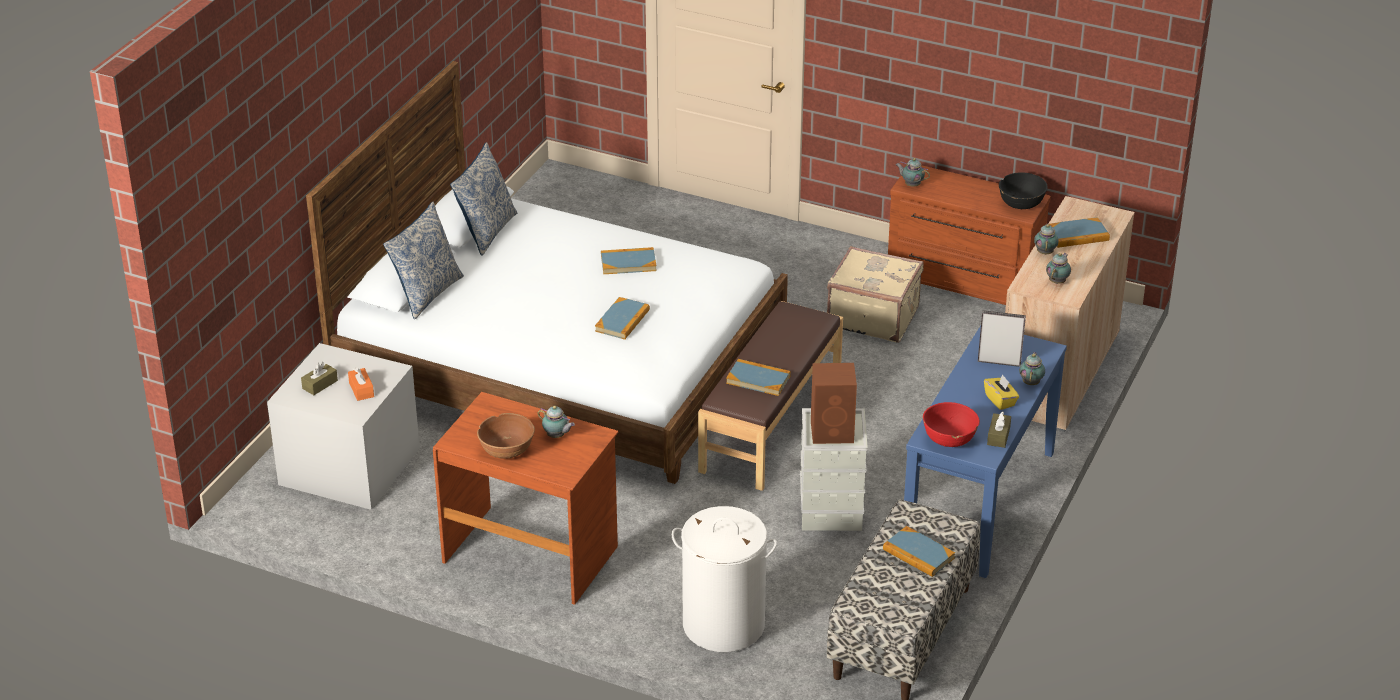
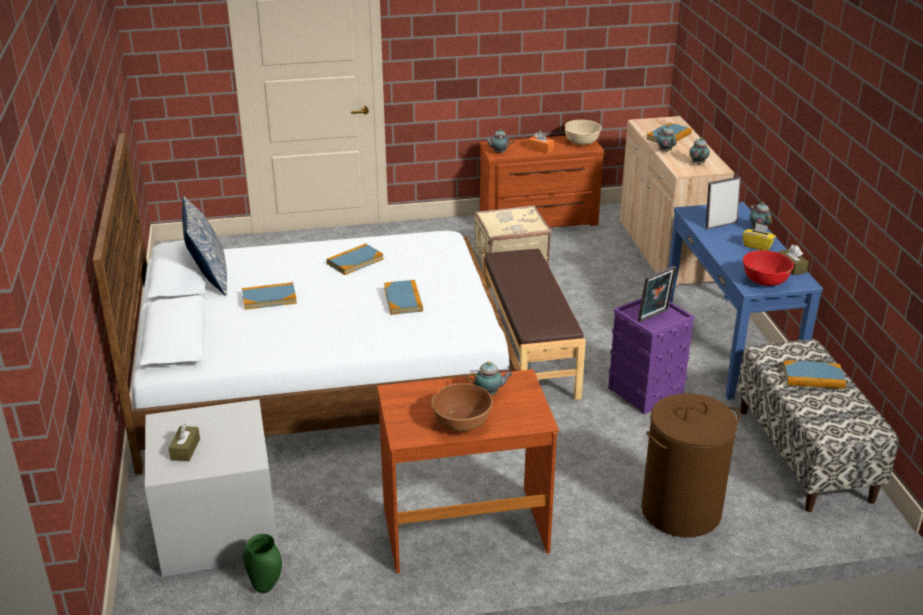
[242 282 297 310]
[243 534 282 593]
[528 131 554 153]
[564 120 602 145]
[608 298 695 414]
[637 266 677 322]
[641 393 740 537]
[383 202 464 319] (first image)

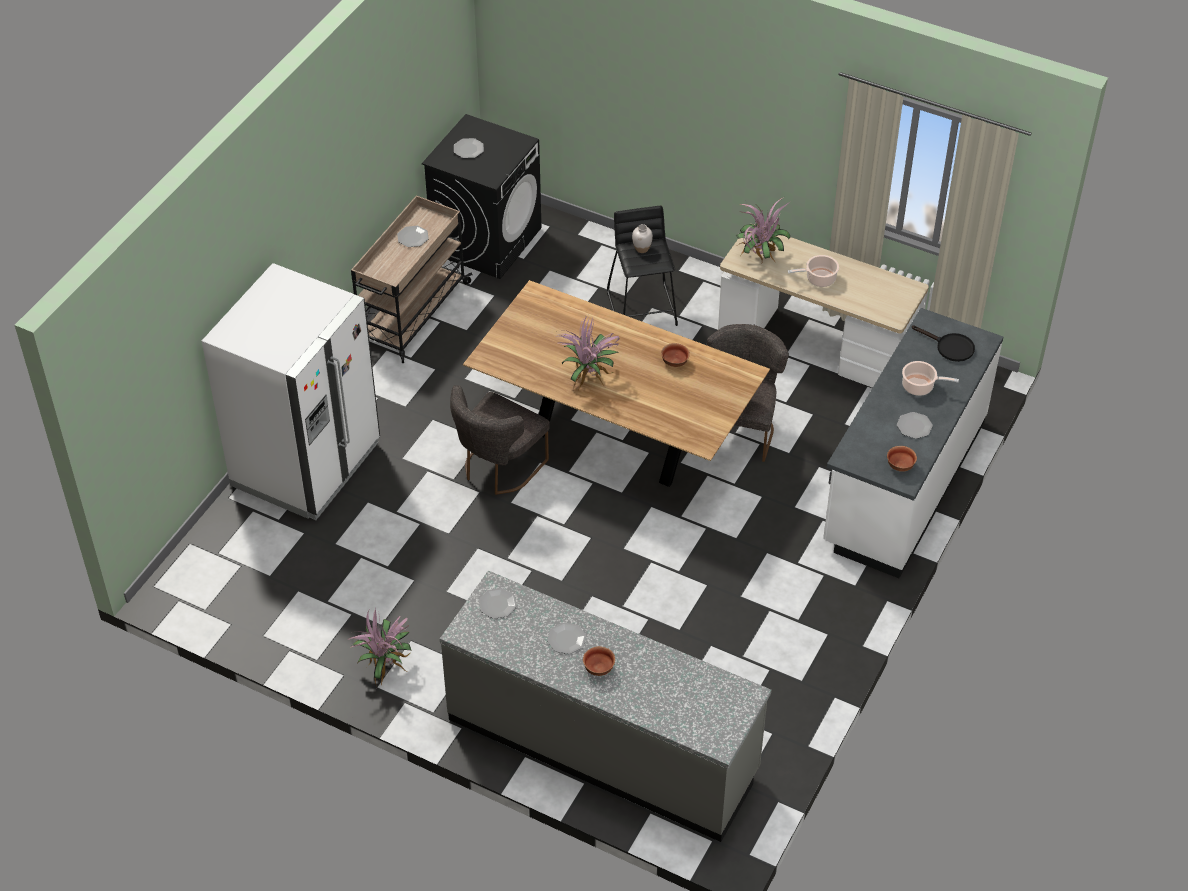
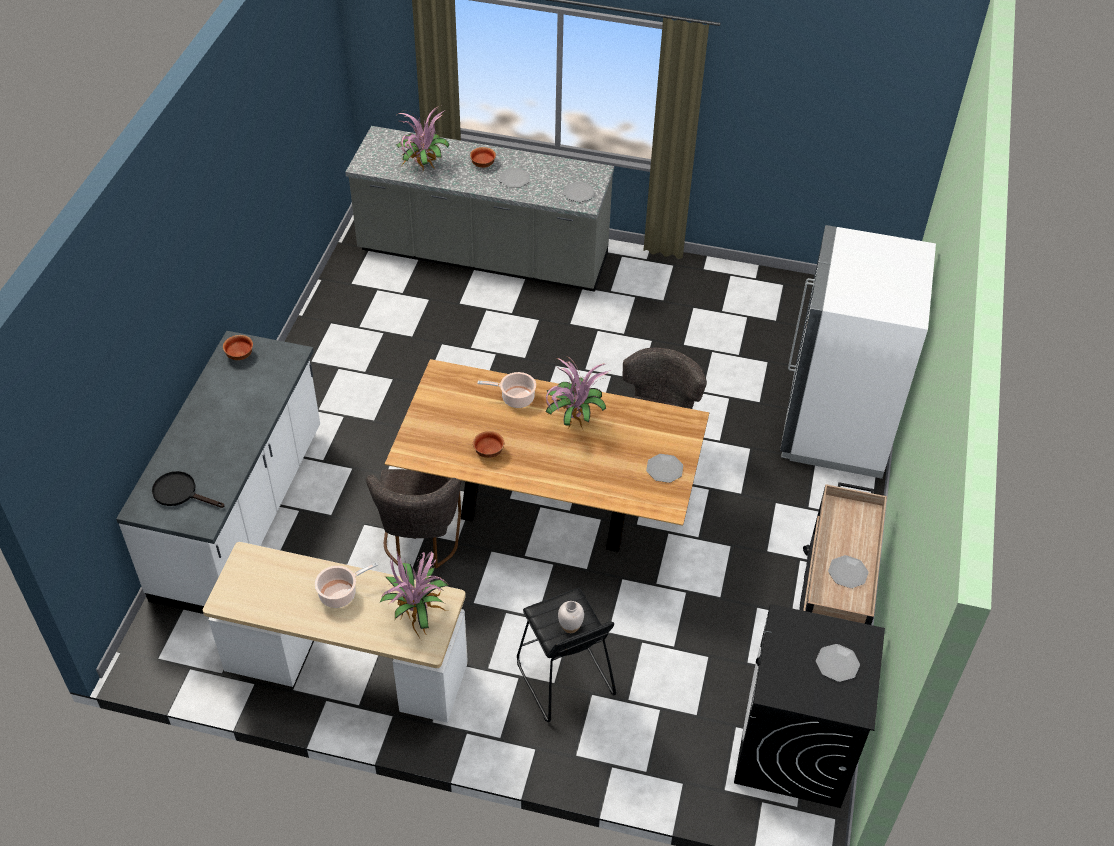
[396 107 450 170]
[478 372 536 408]
[646 454 683 483]

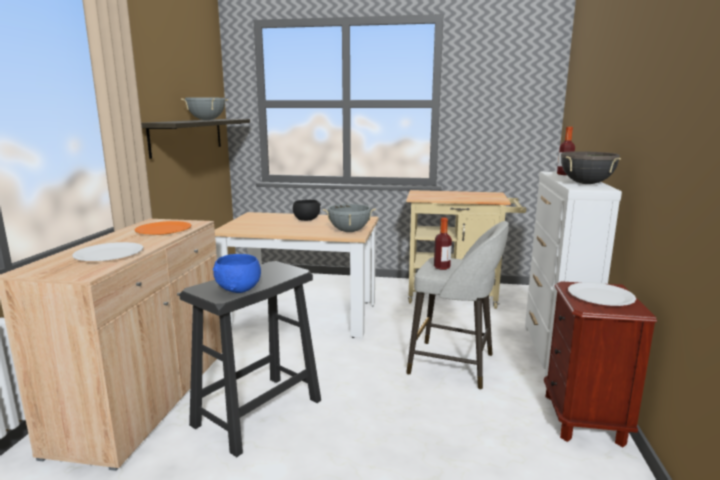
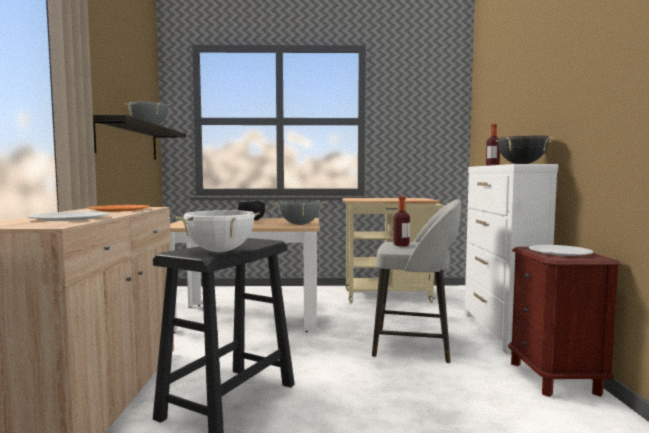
[175 210 260 252]

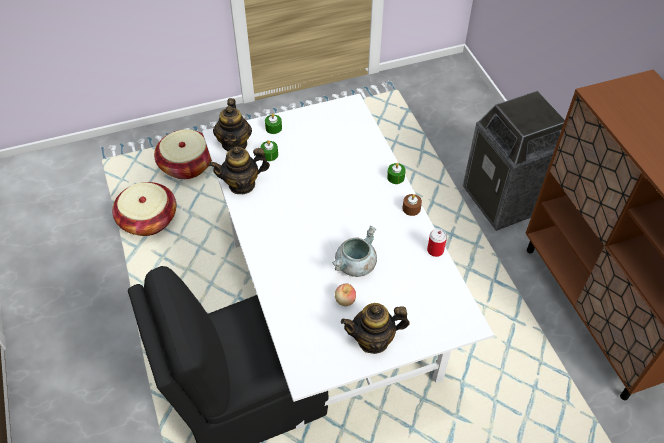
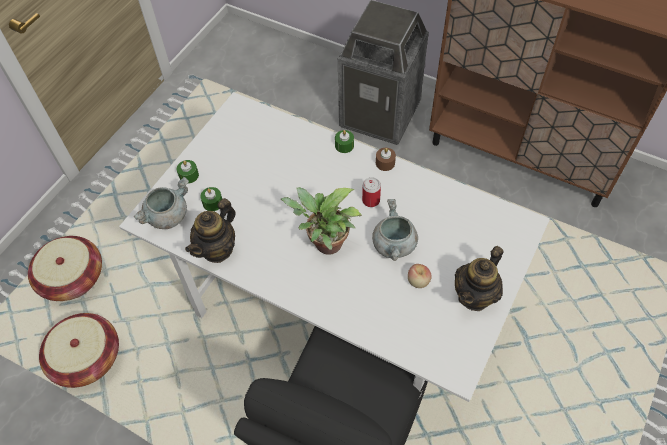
[134 177 189 229]
[281 187 362 255]
[362 177 381 207]

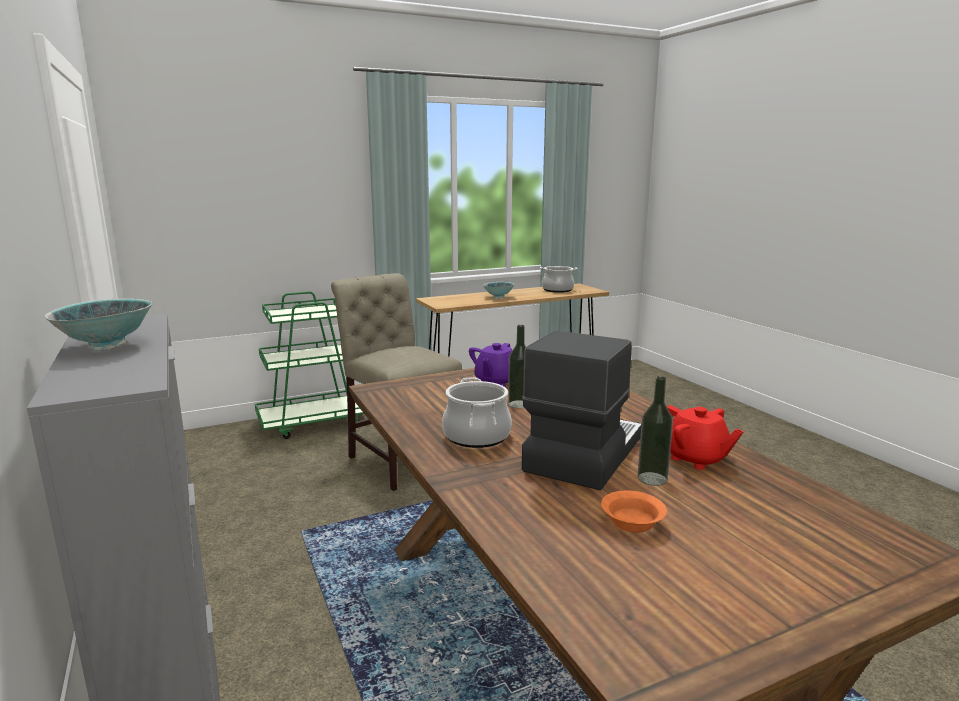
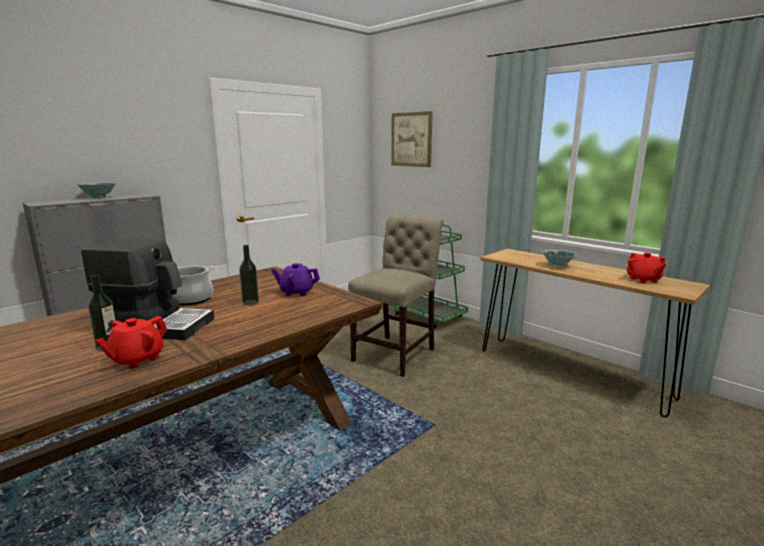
[391 111 433 167]
[627 253 666 283]
[601 491 667 533] (first image)

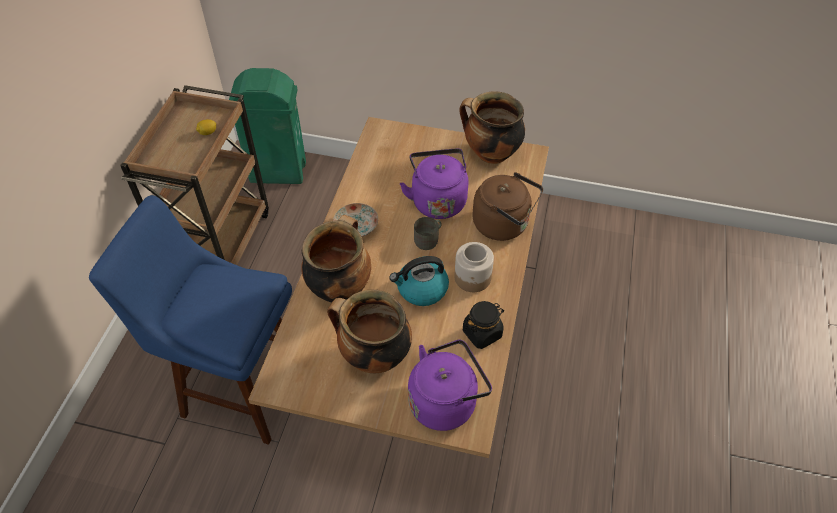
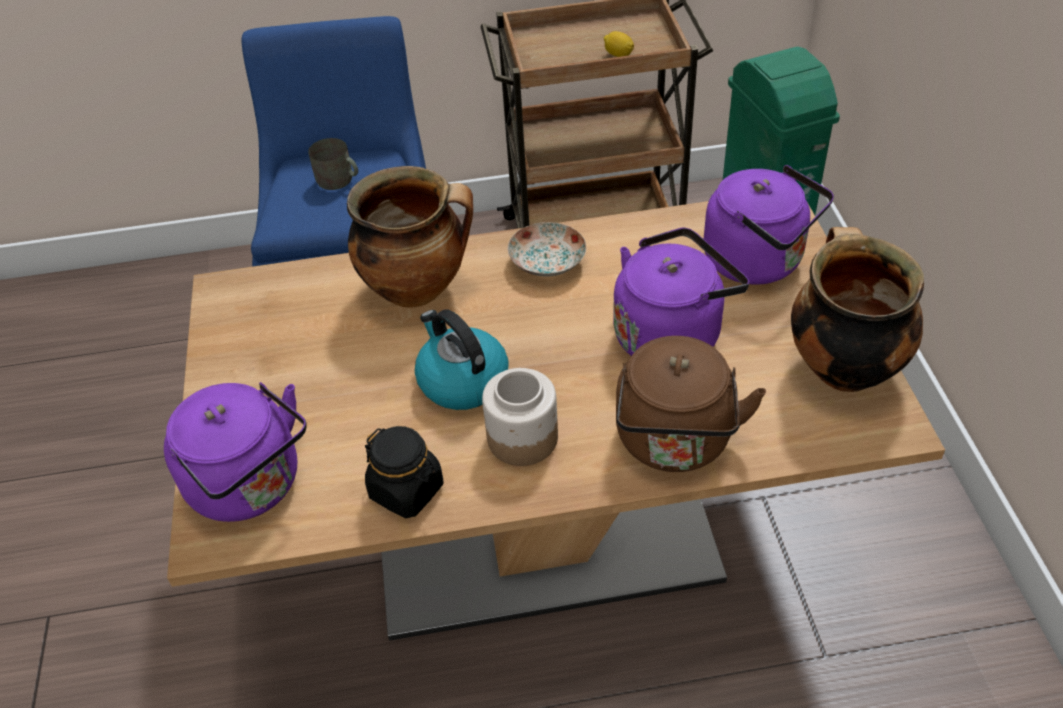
[308 138 358 190]
[704 165 834 285]
[327 290 412 373] (first image)

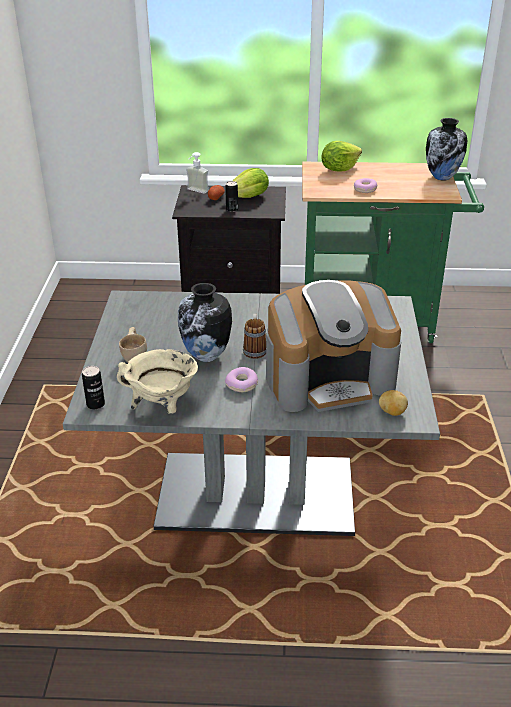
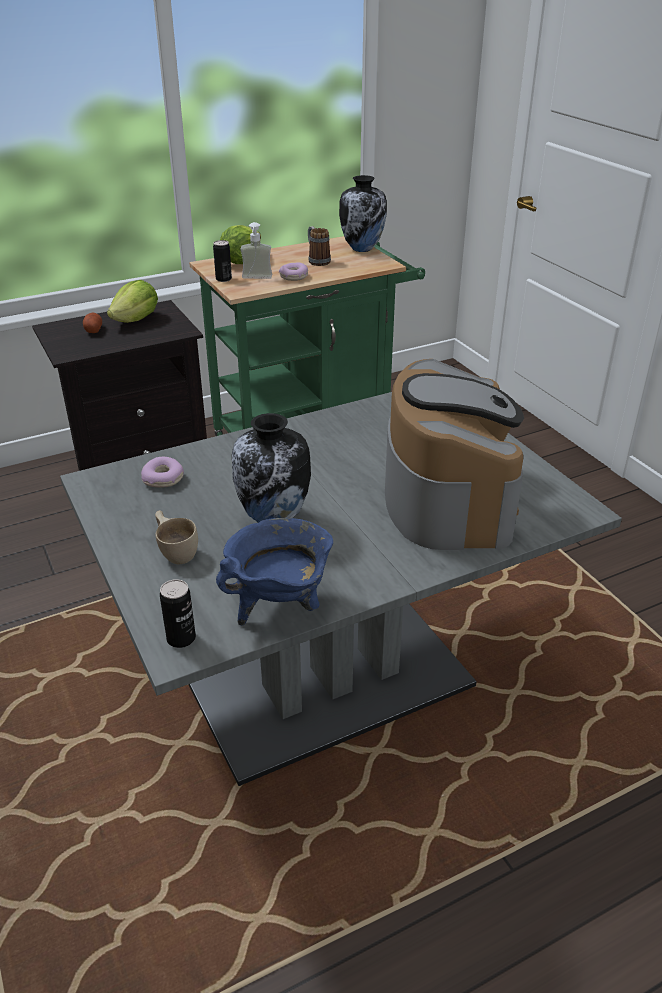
[141 457 184 488]
[213 240 232 282]
[216 518 333 626]
[240 222 272 279]
[308 226 331 266]
[385 359 524 550]
[379 390 408 416] (first image)

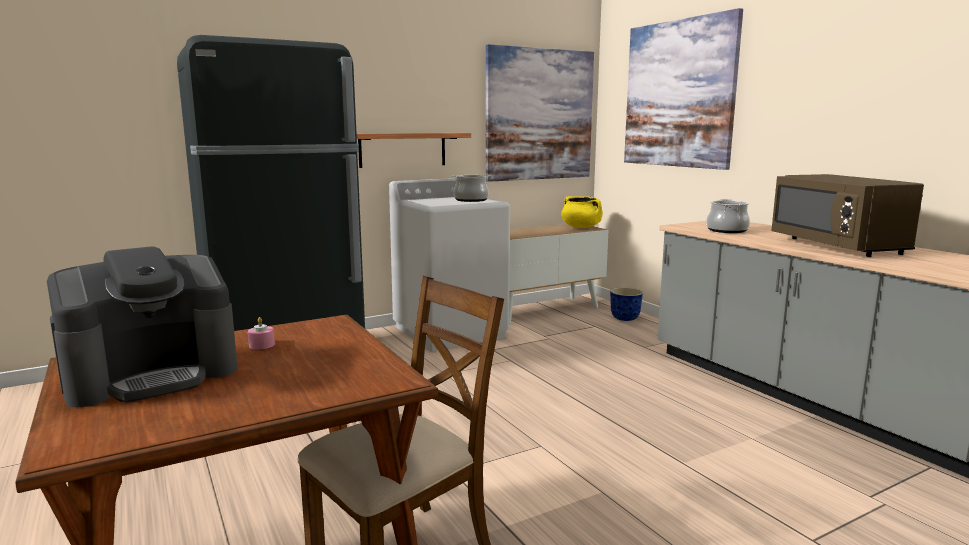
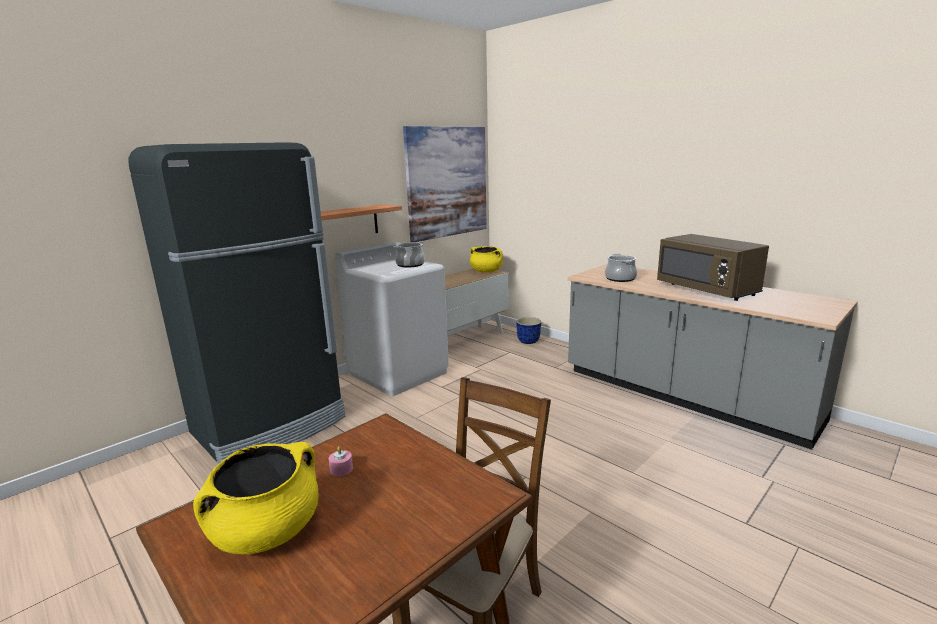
[193 442 319 555]
[624 8 743 170] (first image)

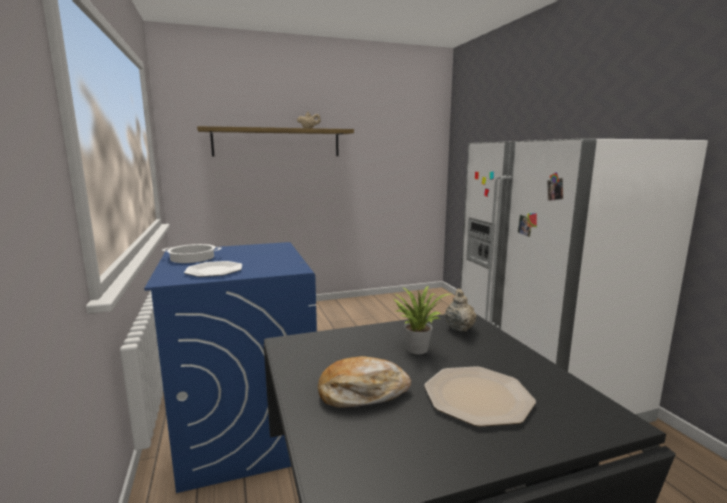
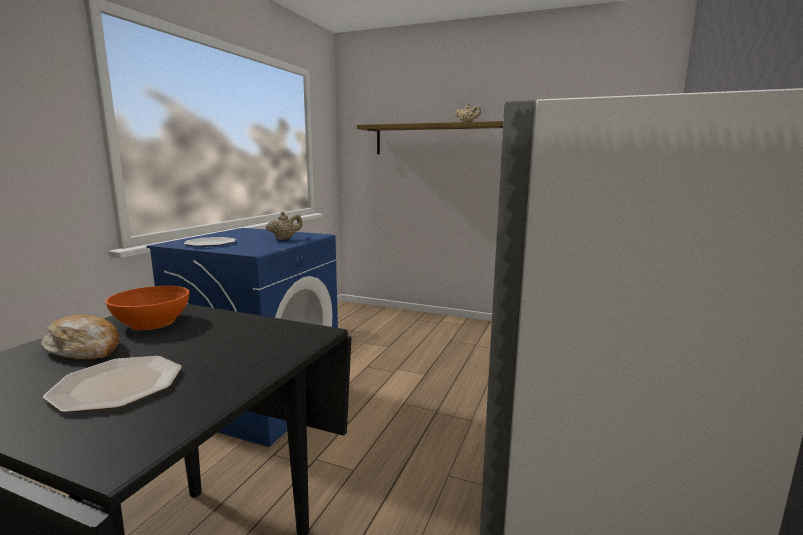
[105 286 189 330]
[266 211 303 240]
[162 244 222 263] (first image)
[393 286 450 354] (first image)

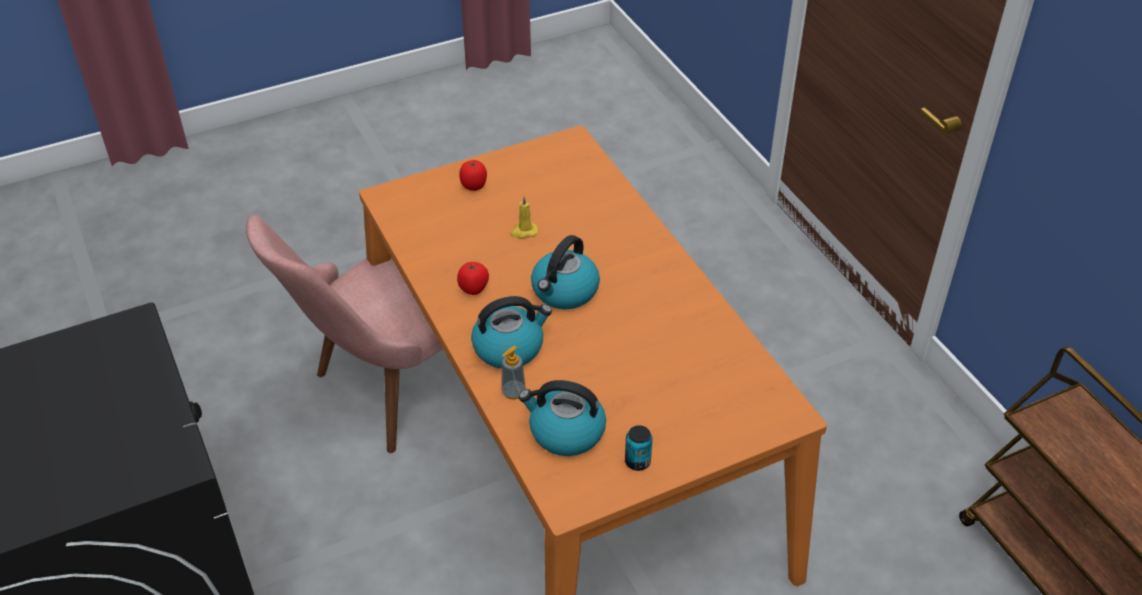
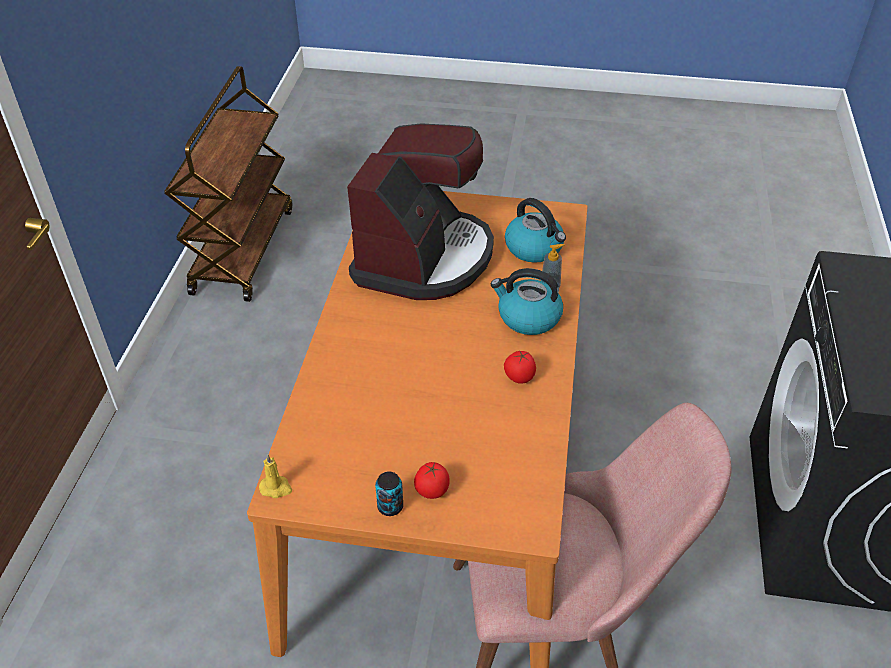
[259 454 292 498]
[347 123 494 300]
[375 471 403 516]
[531 235 600 309] (first image)

